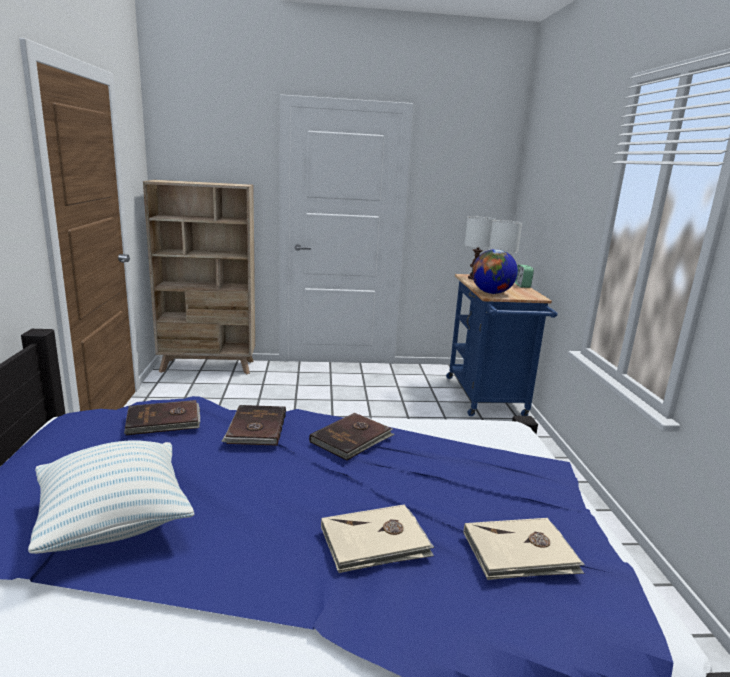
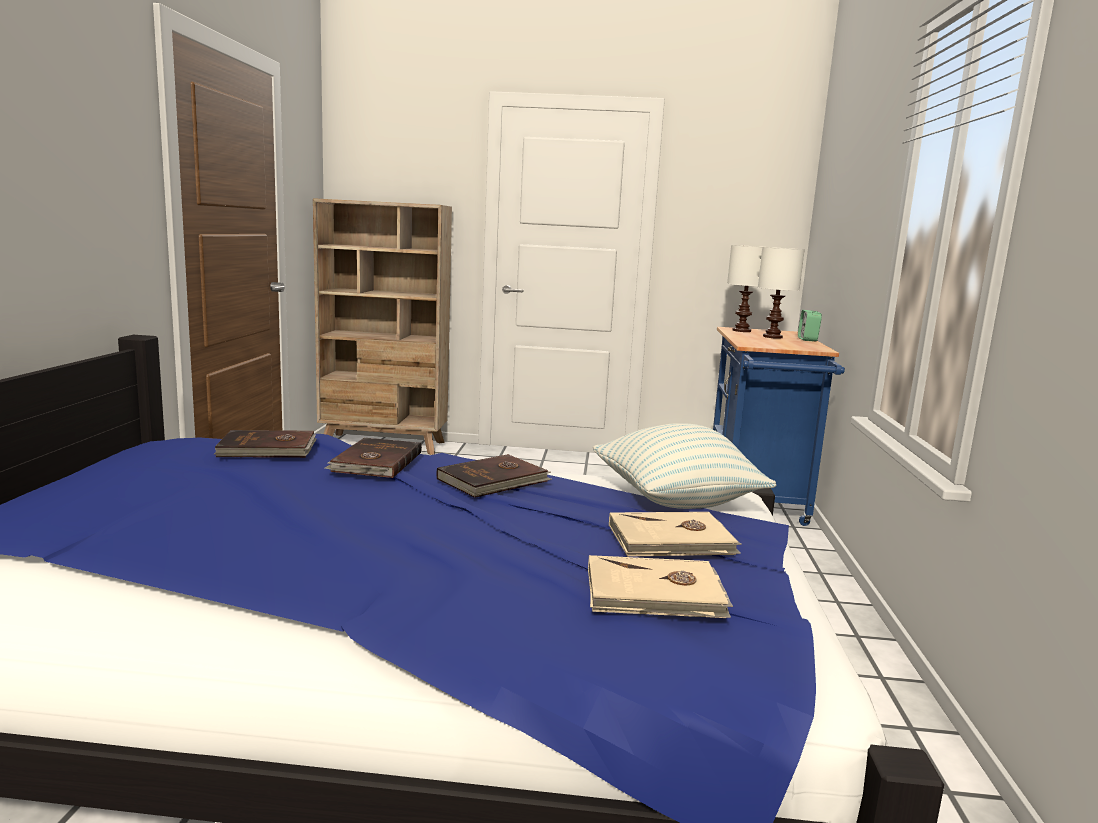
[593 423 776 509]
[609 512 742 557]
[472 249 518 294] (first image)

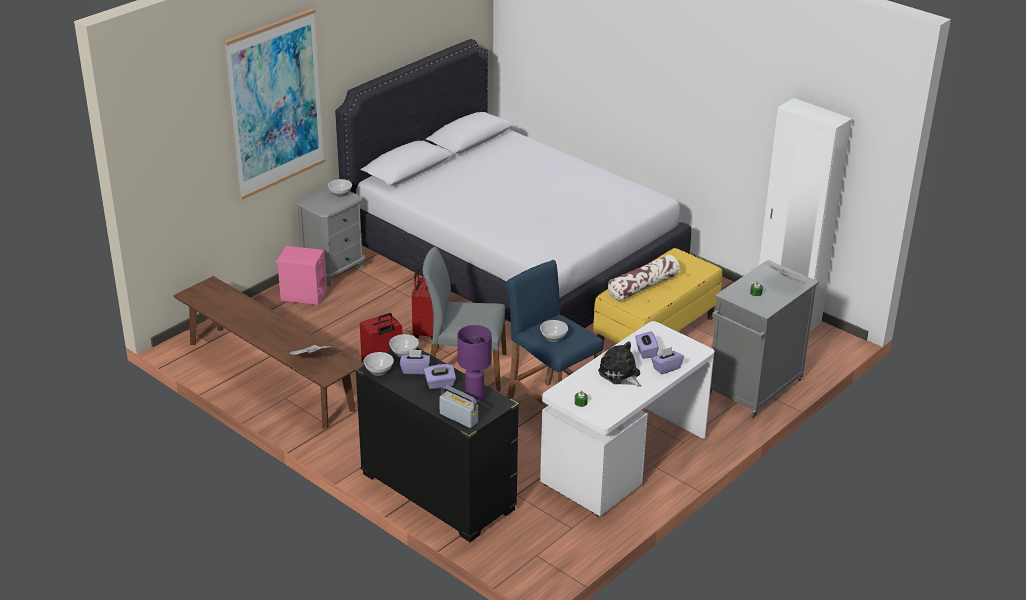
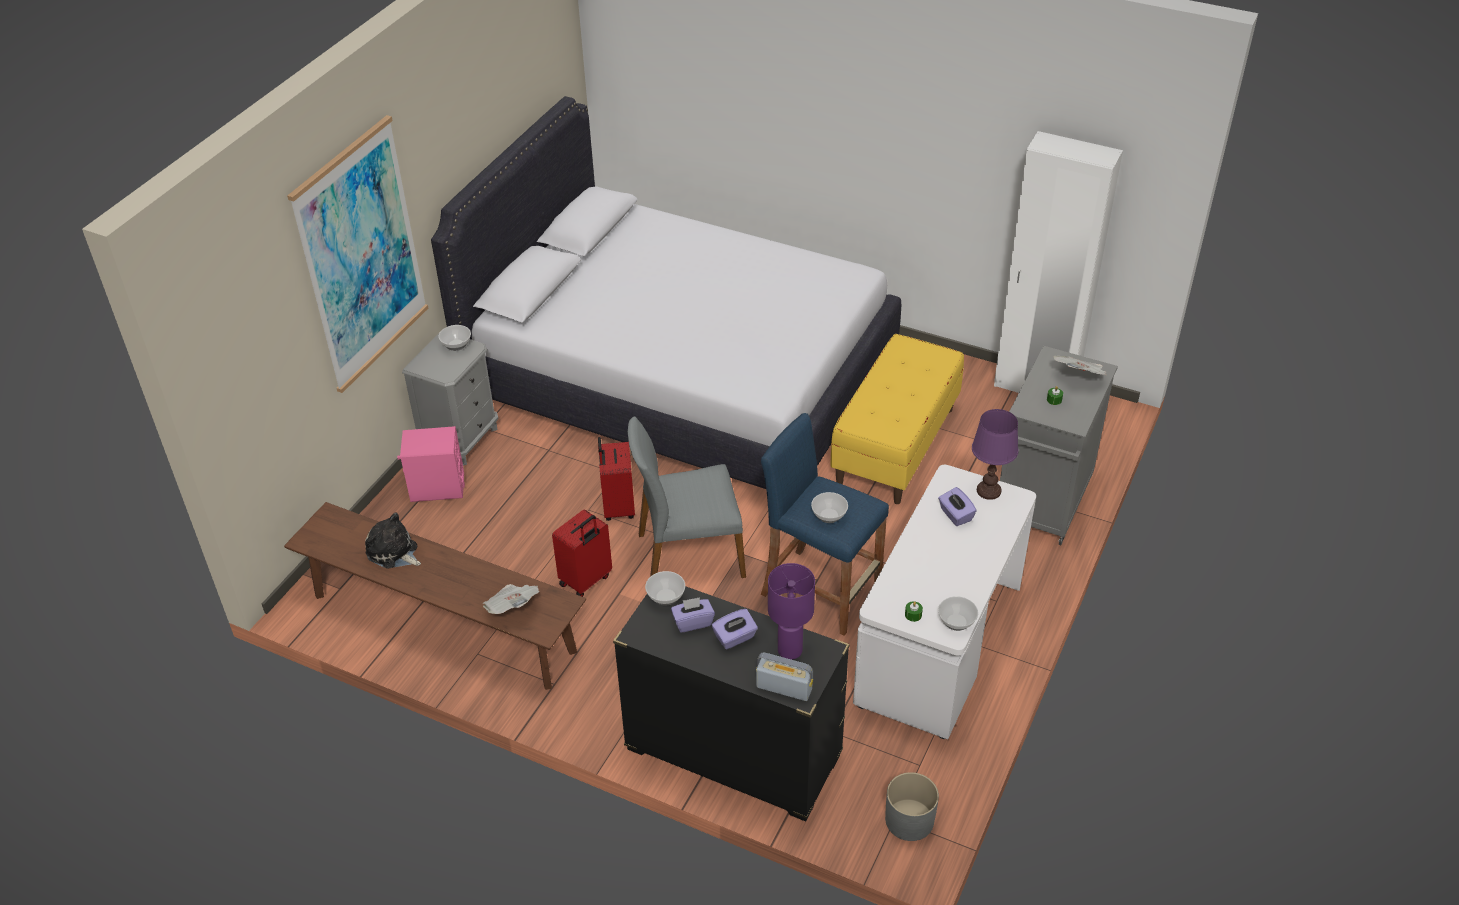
[365 512 421 569]
[885 772 939 841]
[938 596 978 631]
[972 409 1018 500]
[608 255 680 301] (first image)
[651 347 684 374] (first image)

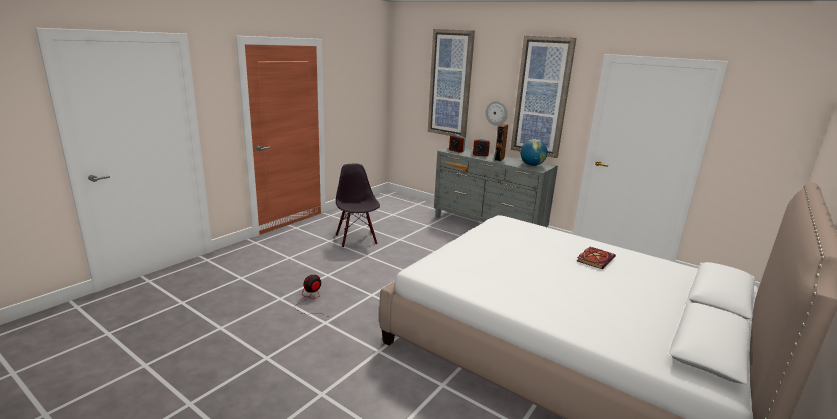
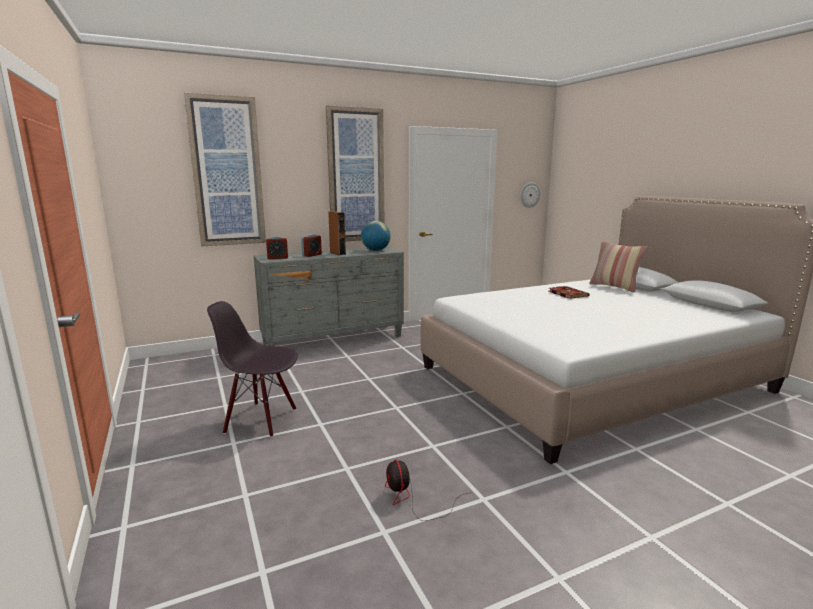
[520 183 540 208]
[590 241 647 292]

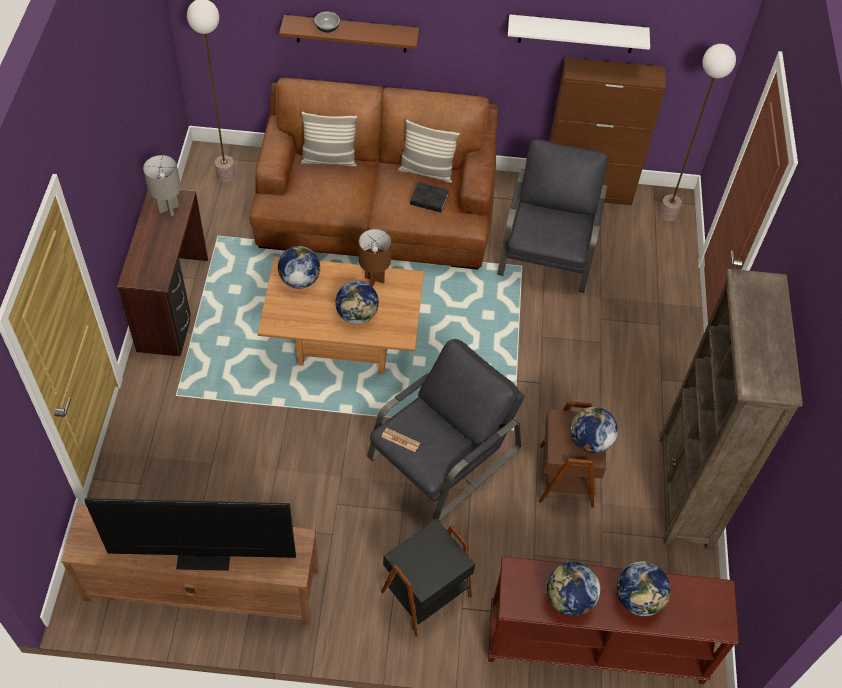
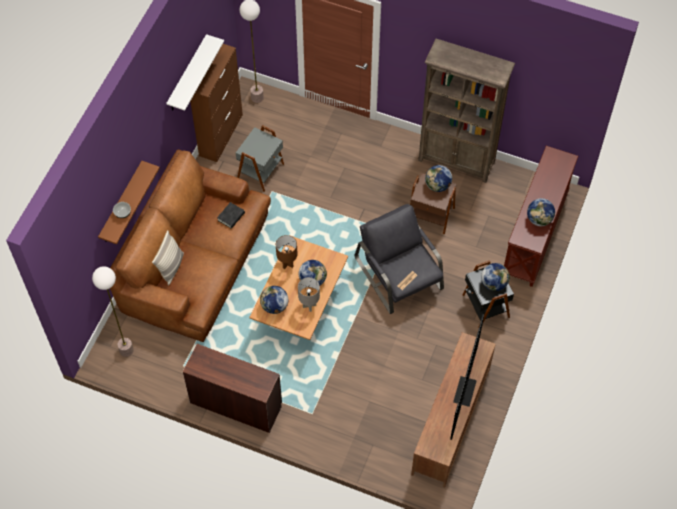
[236 125 284 192]
[298 277 320 312]
[481 263 510 291]
[398 119 460 183] (first image)

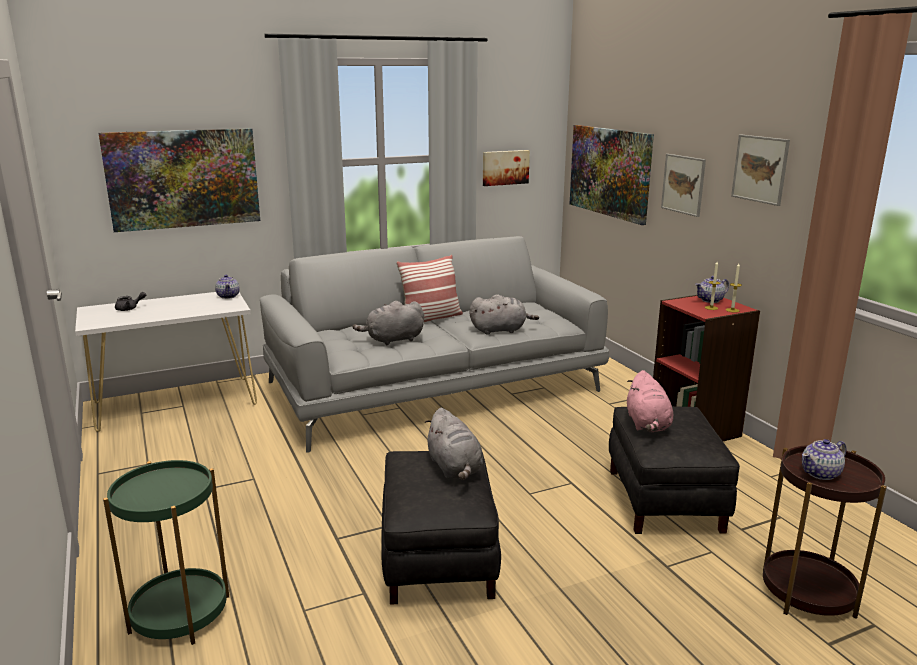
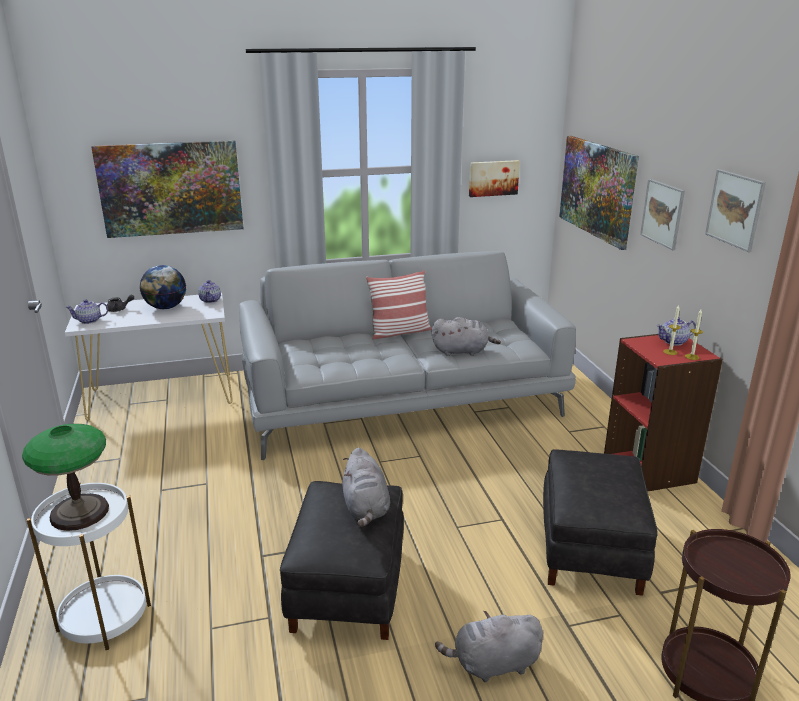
[22 424 109 531]
[27 482 151 650]
[65 299 108 324]
[140 265 186 309]
[435 611 543 682]
[627 370 673 432] (first image)

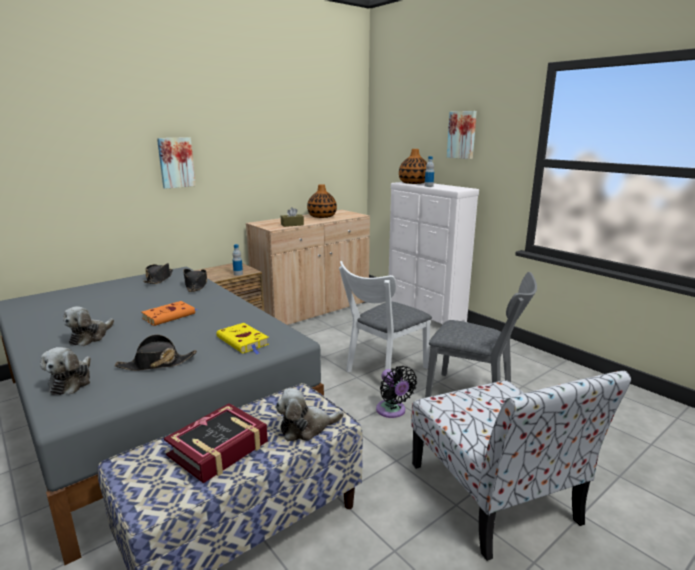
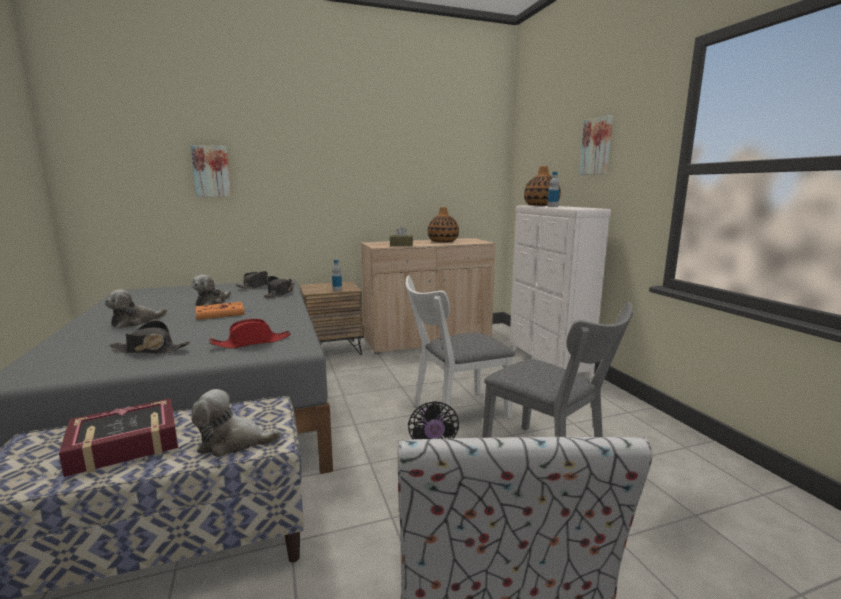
[191 145 232 197]
[192 275 231 306]
[209 319 291 349]

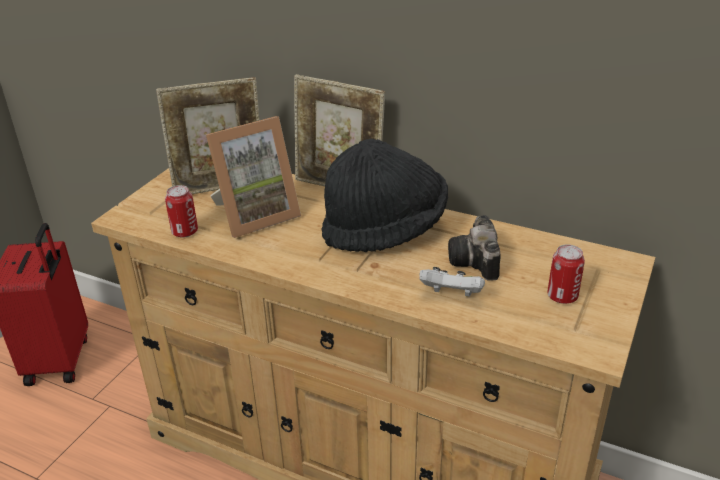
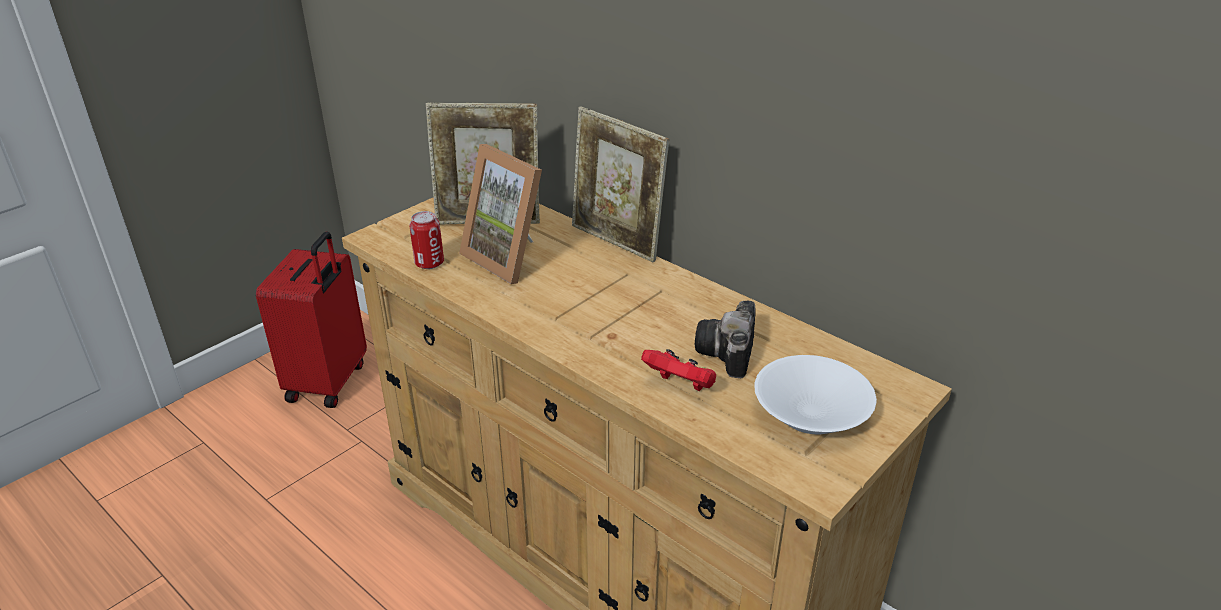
[459 144 542 284]
[641 349 716 391]
[754 355 877 434]
[321 139 448 252] (first image)

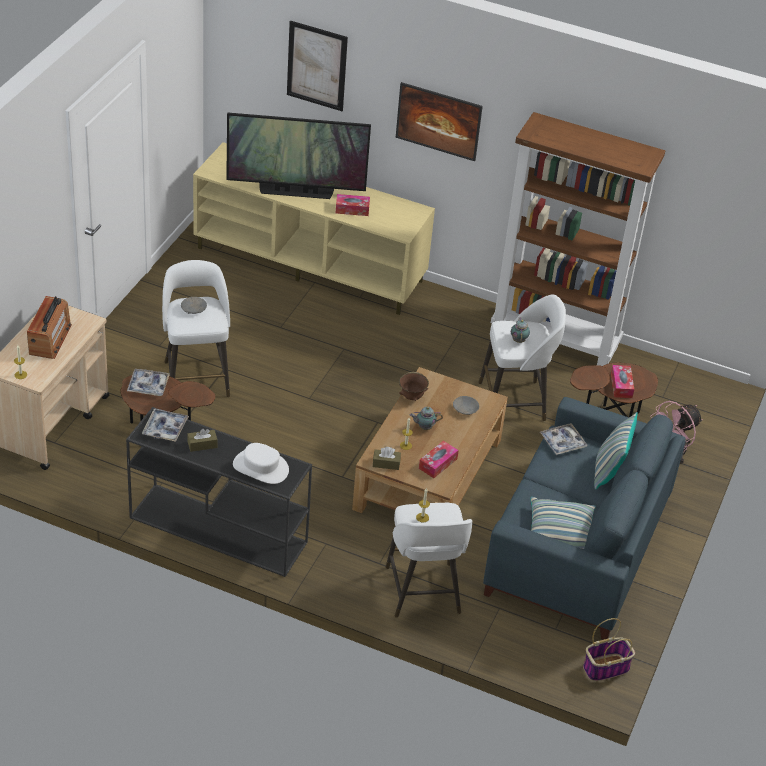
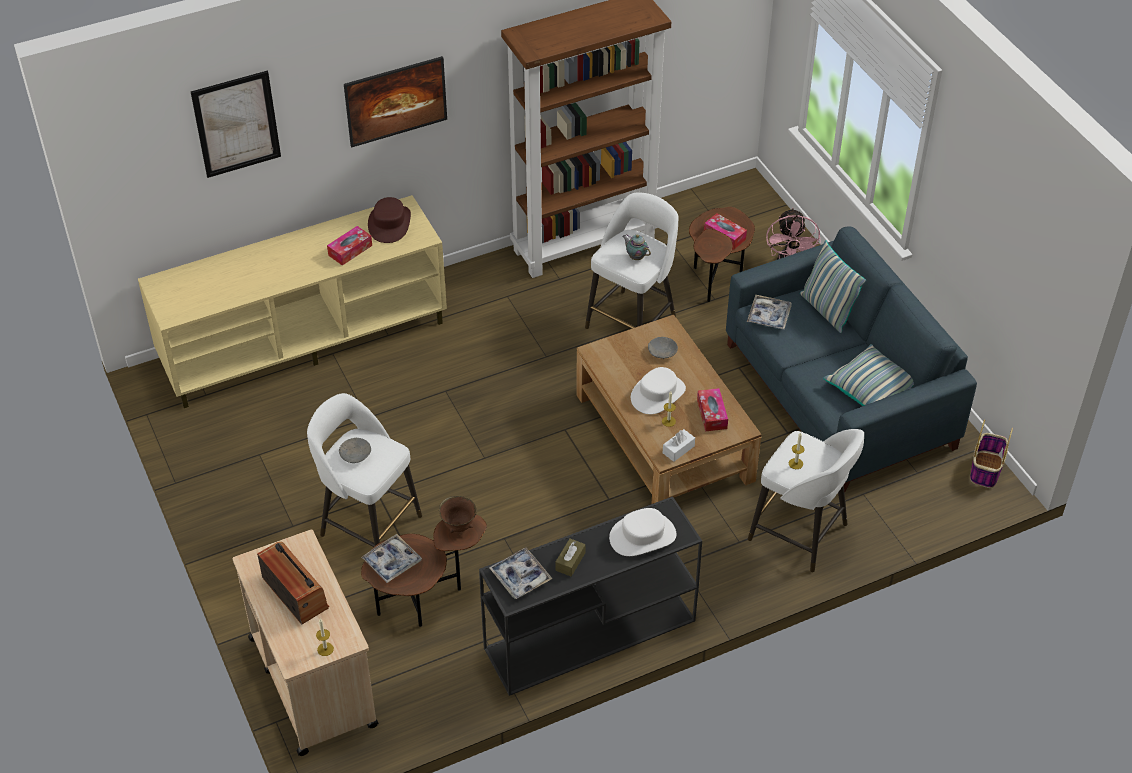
[368 197 411 243]
[439 496 477 533]
[631 367 686 414]
[663 429 695 462]
[226 112 371 199] (first image)

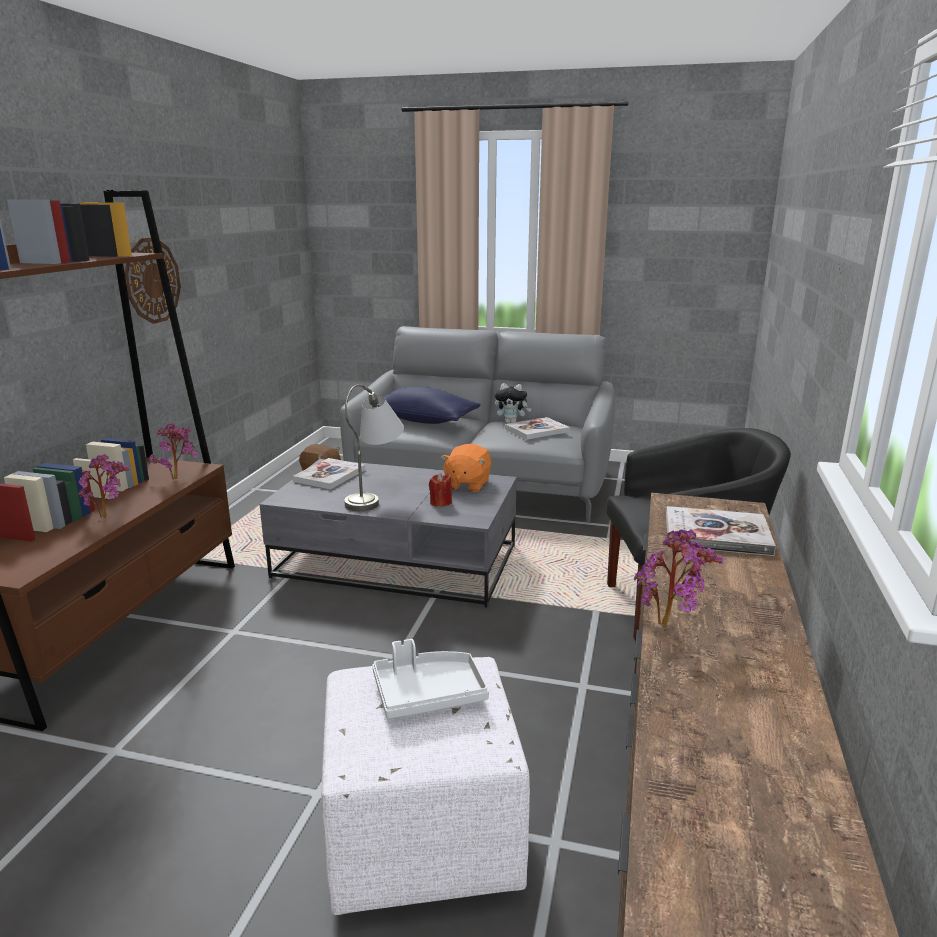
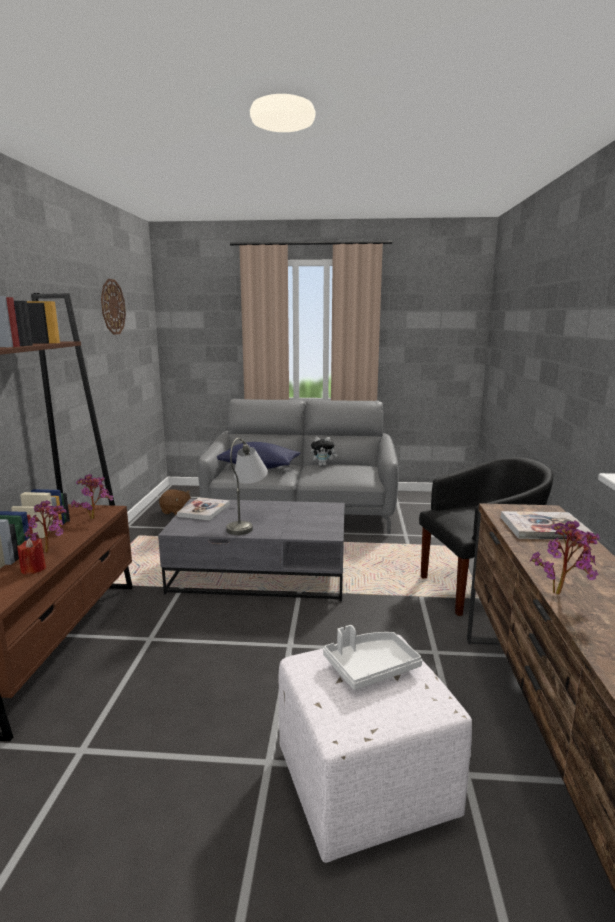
[17 538 46 575]
[101 279 126 335]
[441 444 491 492] (first image)
[505 417 570 440] (first image)

